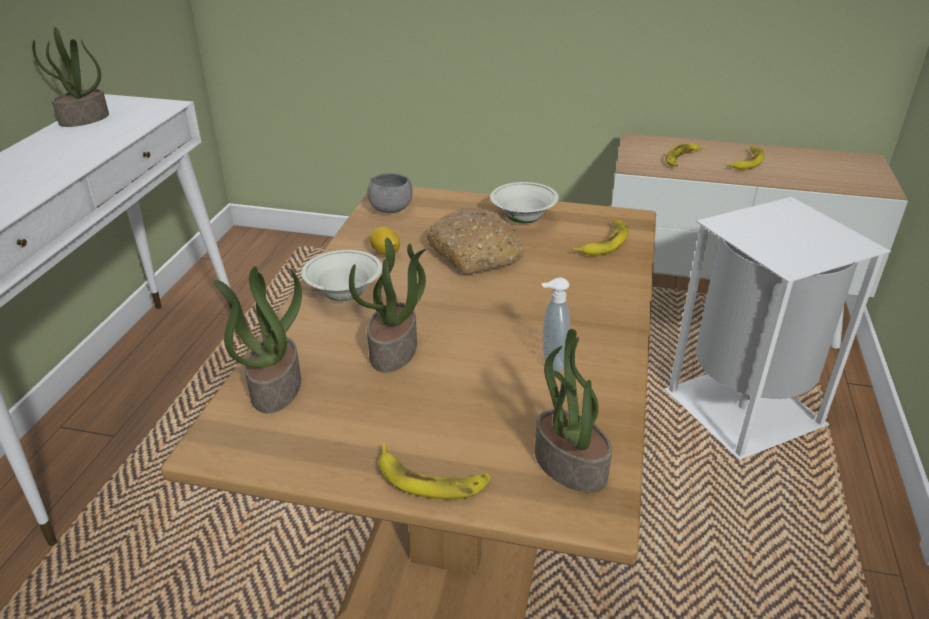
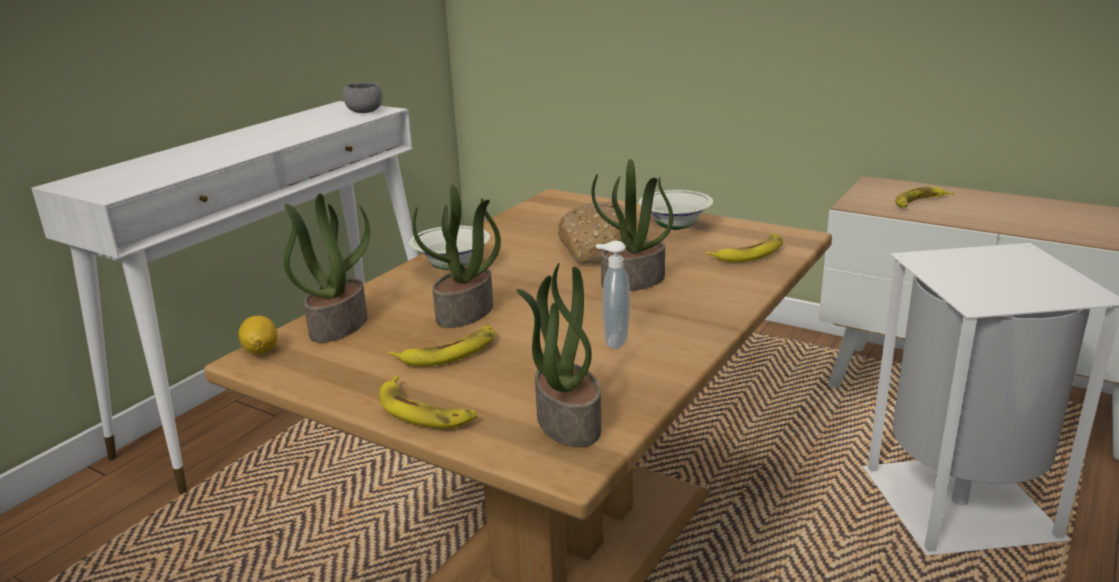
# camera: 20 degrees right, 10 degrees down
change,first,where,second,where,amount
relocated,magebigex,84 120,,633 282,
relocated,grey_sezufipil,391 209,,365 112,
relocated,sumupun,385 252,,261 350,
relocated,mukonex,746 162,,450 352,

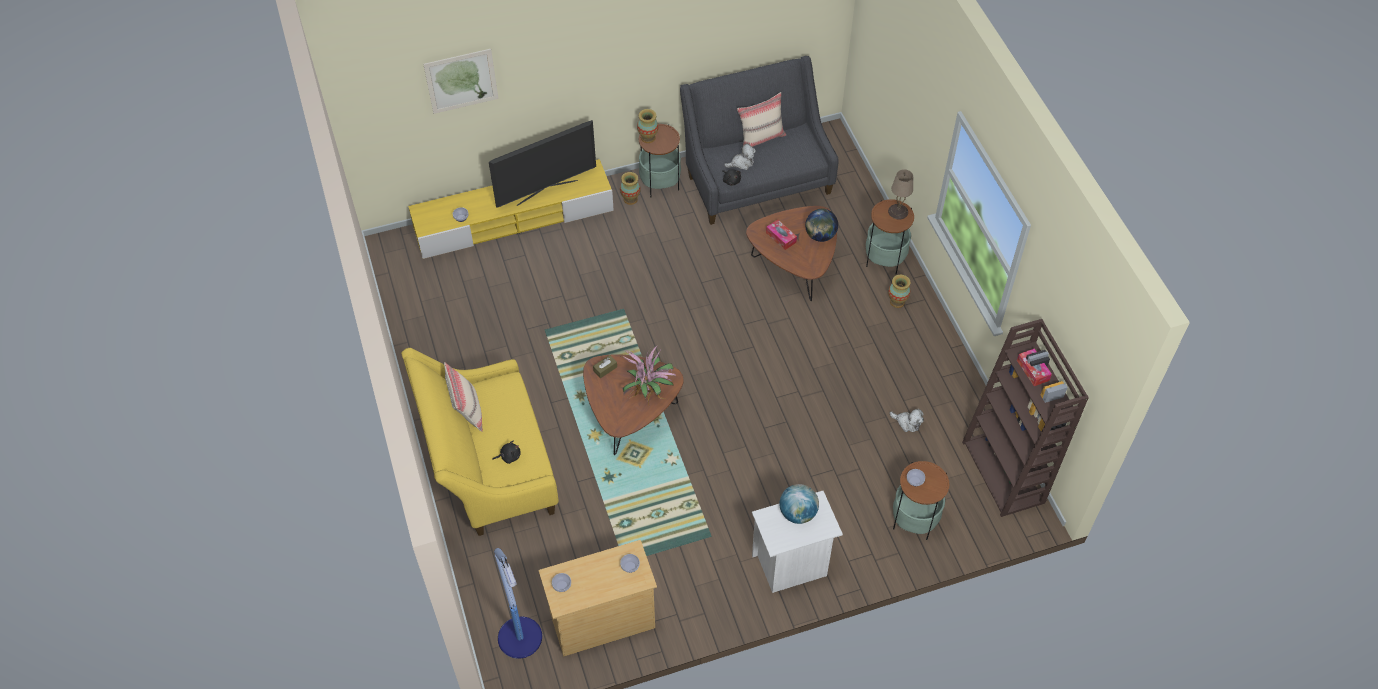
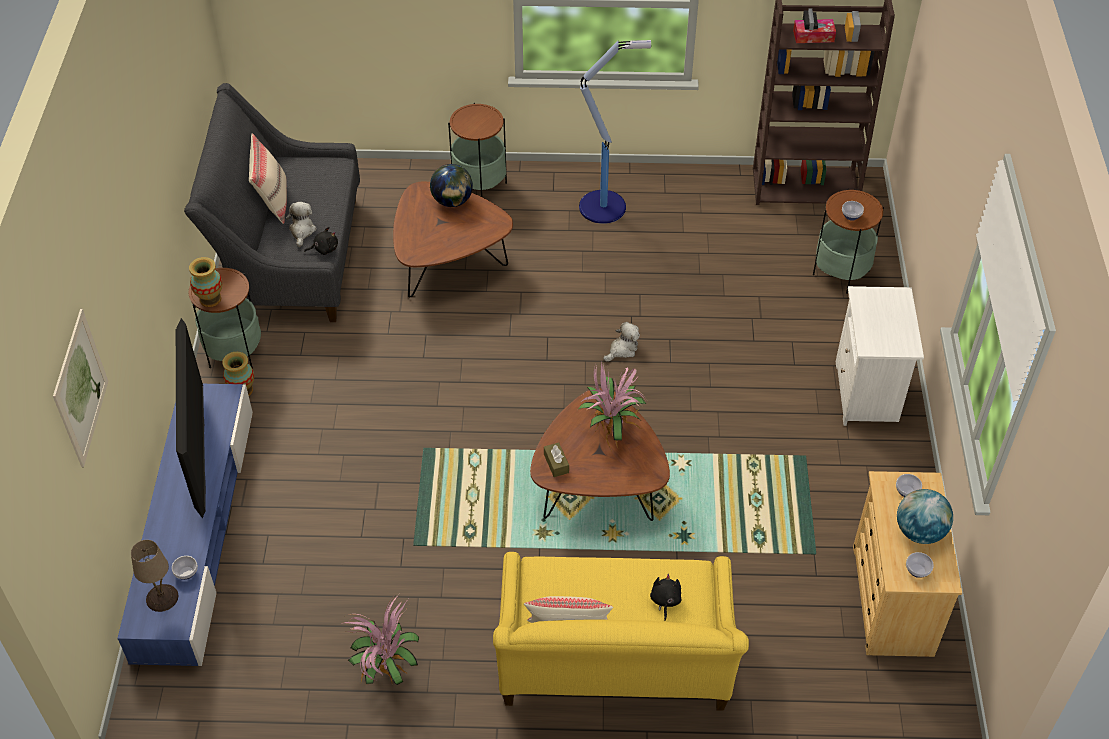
# camera: 70 degrees left, 5 degrees down
change,first,where,second,where,amount
missing,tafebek,781 237,,,
missing,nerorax,897 302,,,
appeared,,,magebigex,385 669,
relocated,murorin,521 639,,604 206,
relocated,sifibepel,798 513,,919 531,
relocated,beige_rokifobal,898 211,,162 597,
relocated,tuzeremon,907 423,,622 349,
colour,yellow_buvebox,514 219,blue_buvebox,195 531,

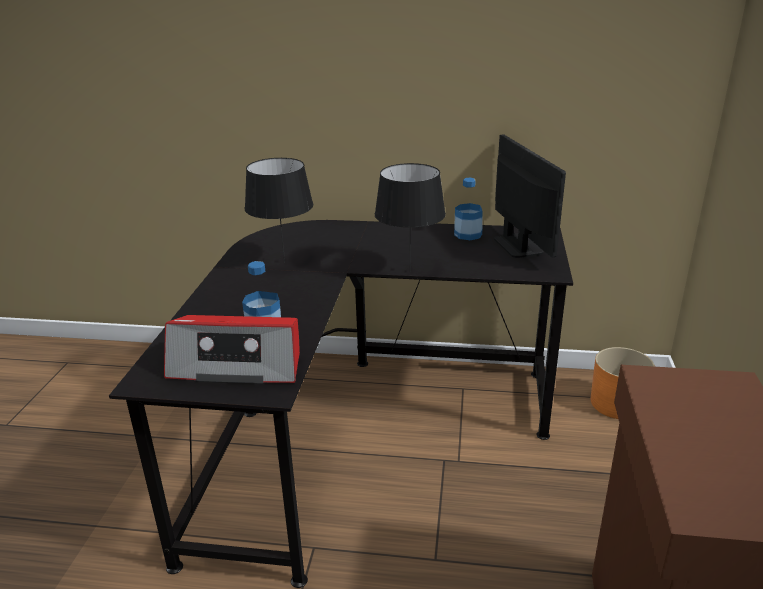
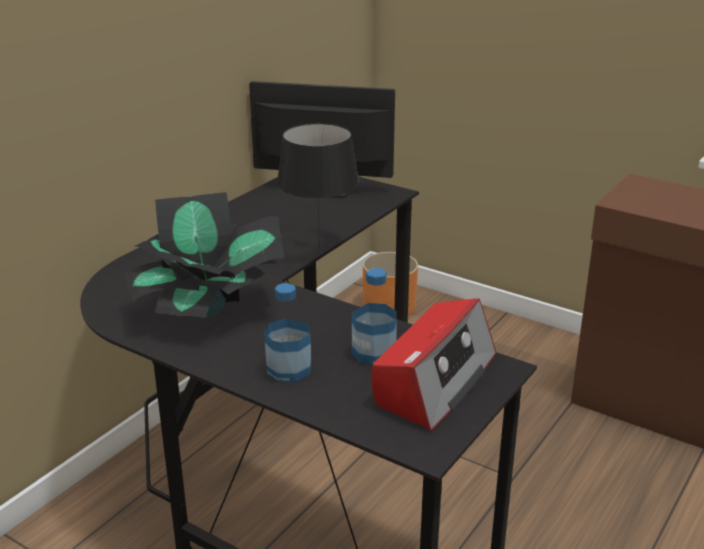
# camera: 65 degrees left, 0 degrees up
change,first,where,second,where,amount
relocated,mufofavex,468 234,,289 369,
exchanged,black_rokifobal,283 262,magebigex,208 310,

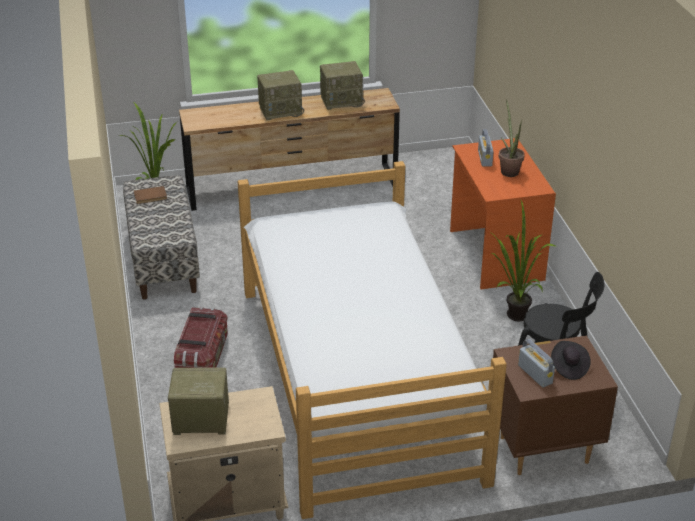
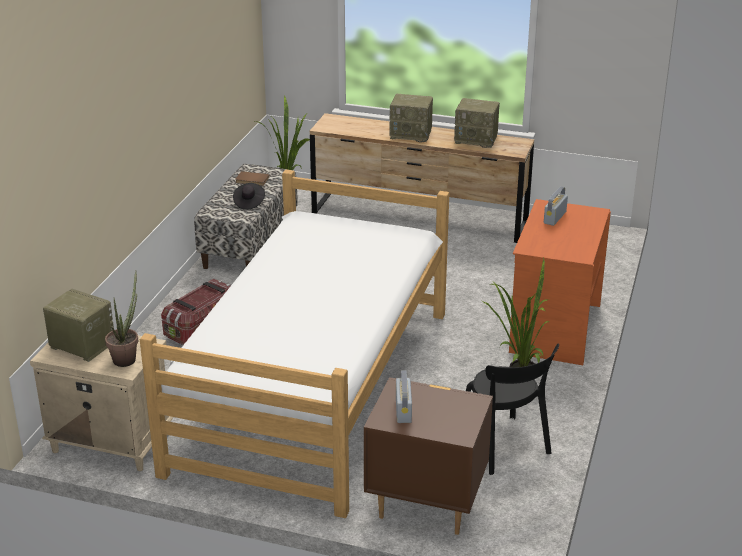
# camera: 30 degrees right, 5 degrees down
change,first,where,second,where,amount
relocated,magebigex,508 170,,127 357,
relocated,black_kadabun,568 367,,249 203,

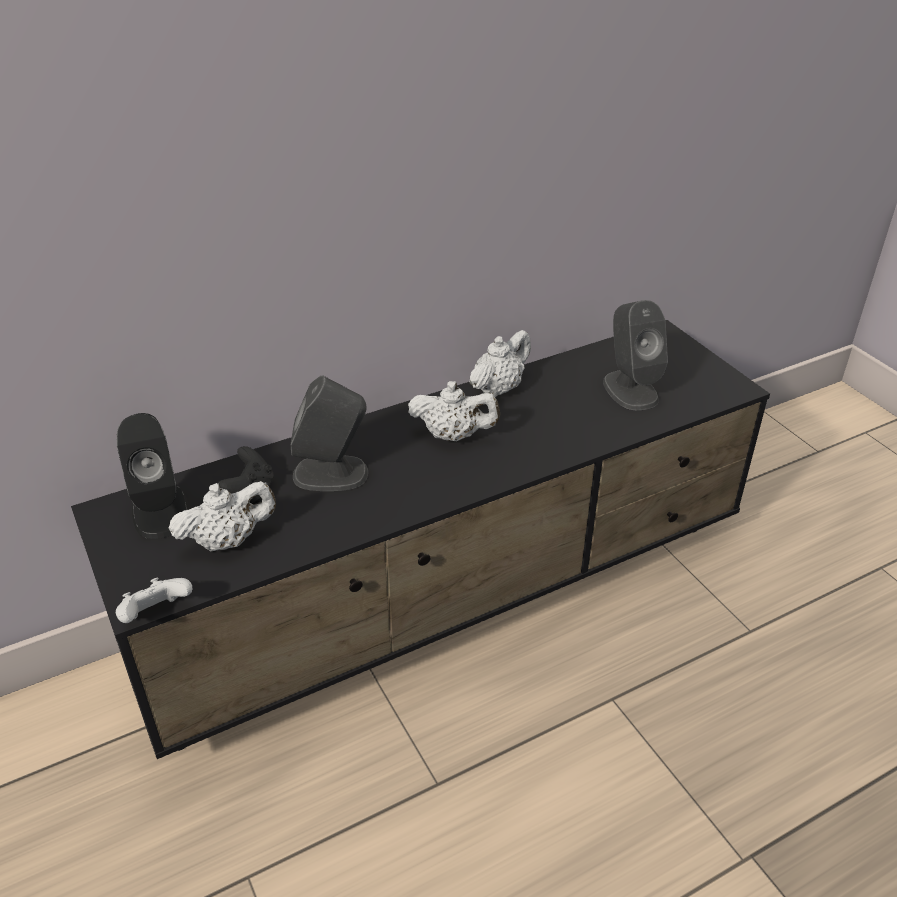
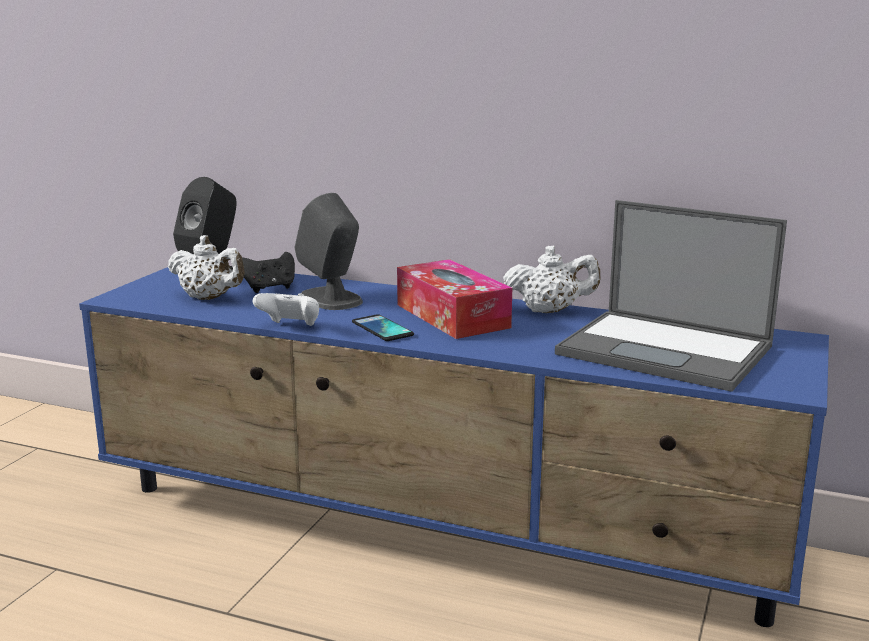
# camera: 50 degrees right, 20 degrees down
change,first,where,second,where,amount
appeared,,,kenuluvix,382 329,
relocated,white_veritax,156 615,,290 327,
exchanged,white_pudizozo,453 436,tafebek,452 316,
exchanged,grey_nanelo,630 390,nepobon,667 350,
colour,black_buvebox,451 600,blue_buvebox,438 529,

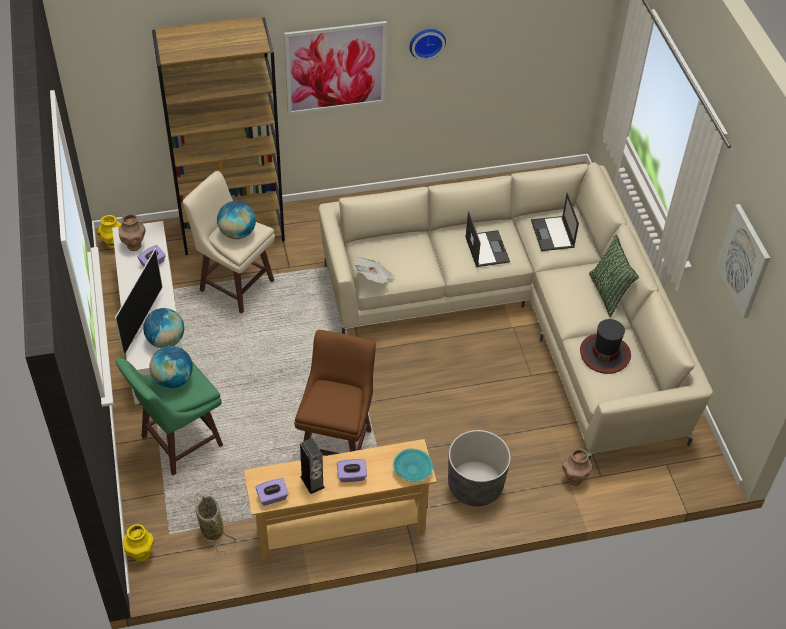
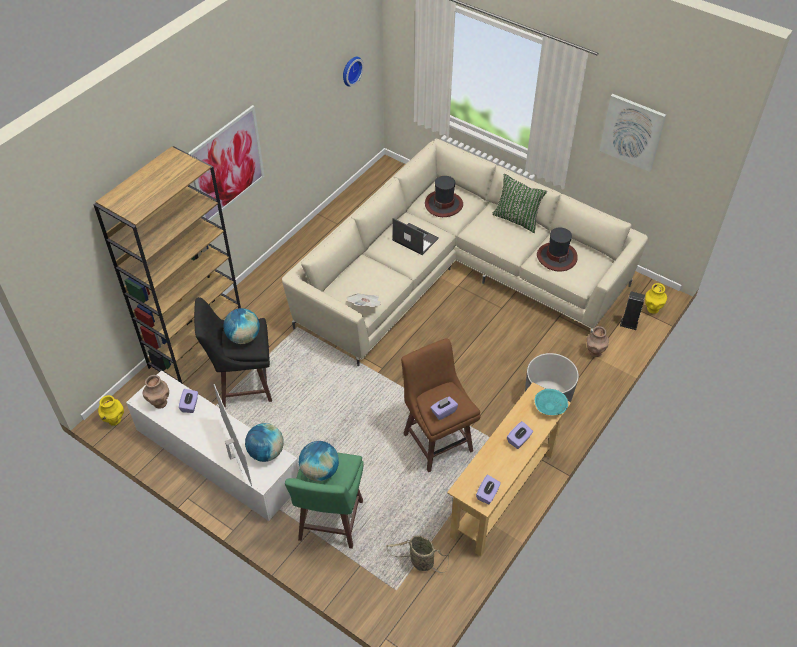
# camera: 40 degrees left, 0 degrees up
change,first,where,second,where,amount
appeared,,,purple_tafebek,443 412,
relocated,yellow_nerorax,141 554,,652 309,
relocated,nanelo,312 482,,628 324,
relocated,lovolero,426 42,,350 70,
exchanged,nepobon,553 234,kadabun,444 204,
colour,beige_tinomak,235 284,black_tinomak,244 384,

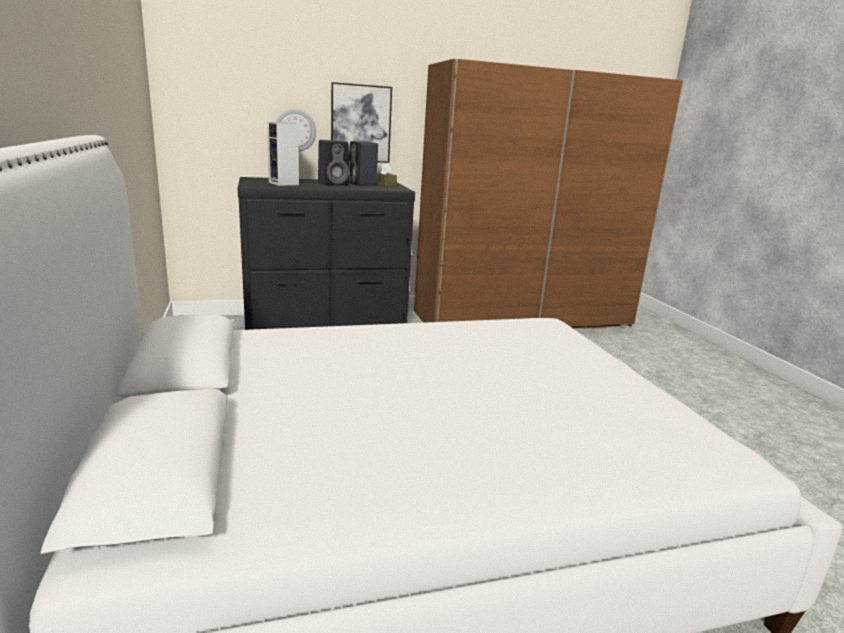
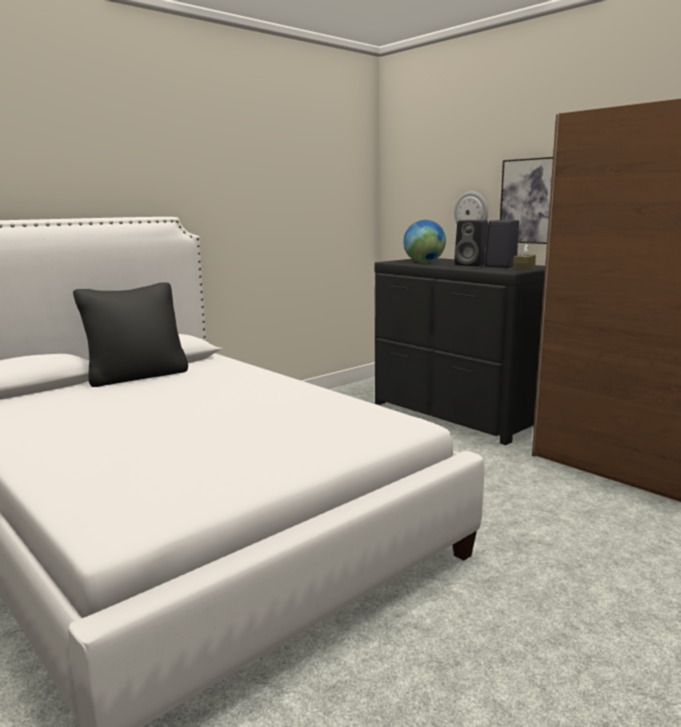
# camera: 65 degrees right, 5 degrees down
change,first,where,second,where,amount
appeared,,,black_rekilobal,137 376,
exchanged,nanelo,284 184,sifibepel,424 262,

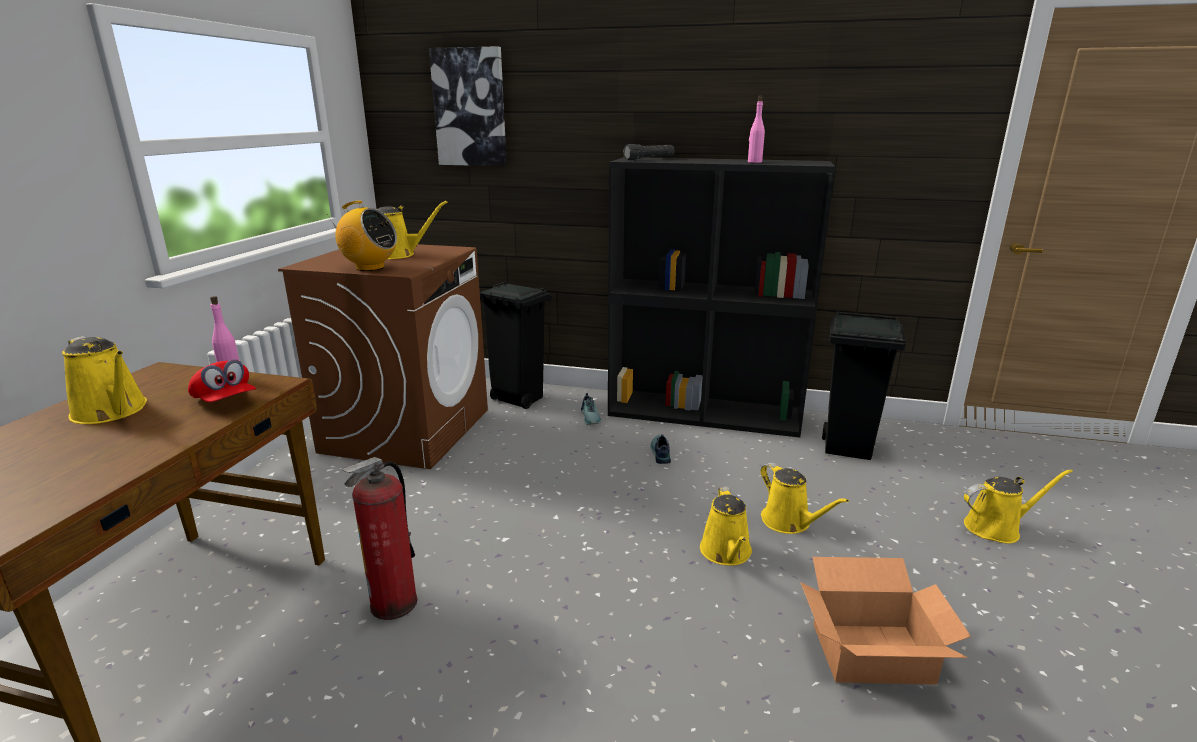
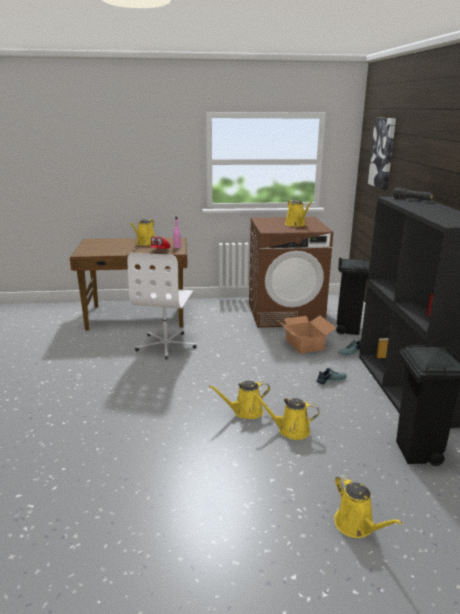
# camera: 70 degrees right, 0 degrees up
change,first,where,second,where,amount
missing,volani,369 268,,,
missing,pink_mufofavex,754 162,,,
relocated,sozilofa,873 654,,304 345,
exchanged,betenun,394 604,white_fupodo,166 345,
spun,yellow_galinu,789 522,,290 430,60 degrees clockwise

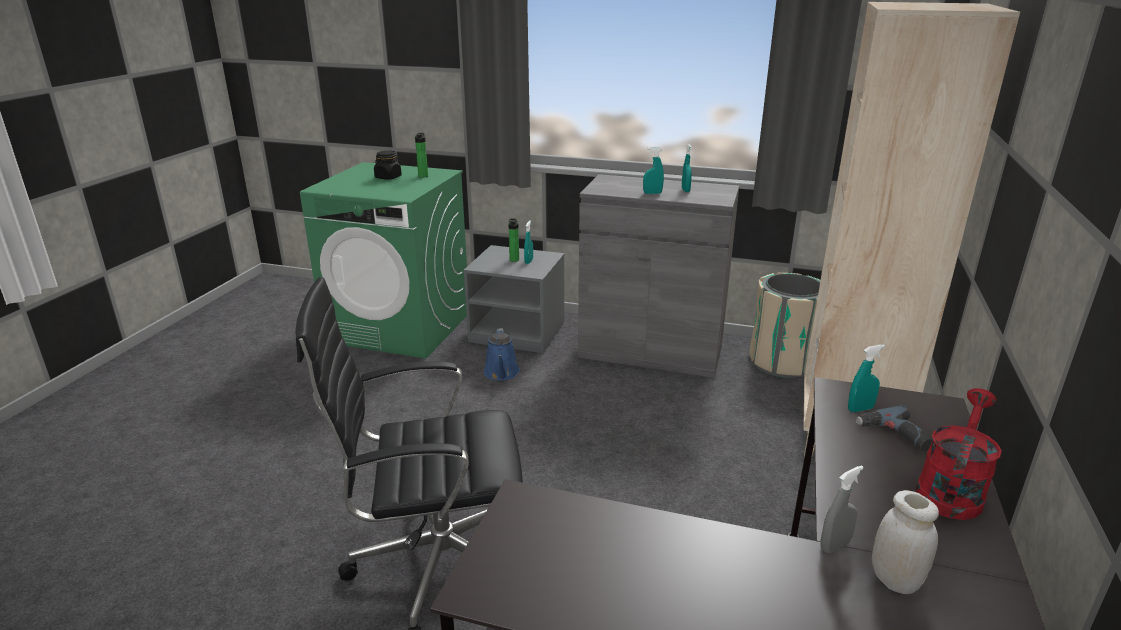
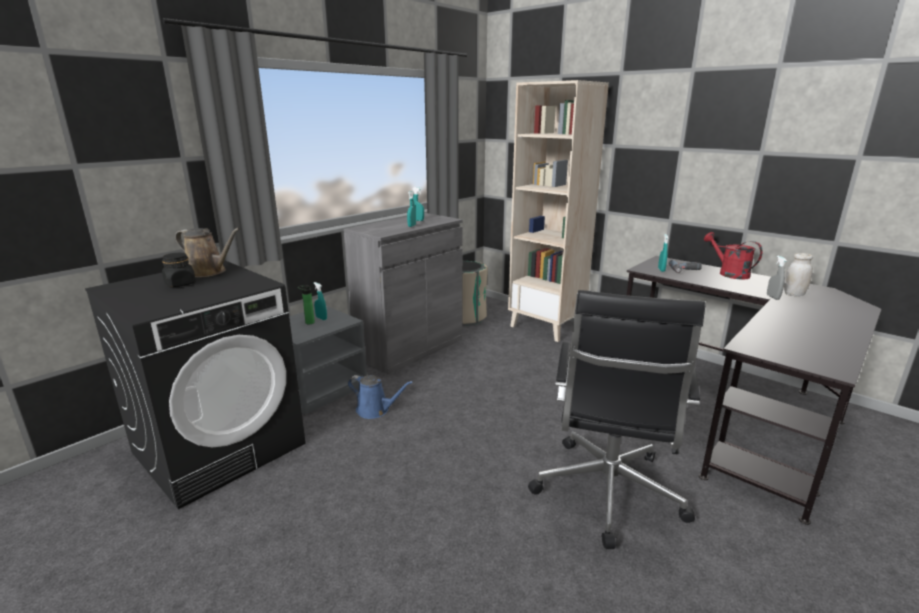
# camera: 65 degrees left, 5 degrees down
change,first,where,second,where,amount
exchanged,mufofavex,423 175,brown_galinu,208 272,
colour,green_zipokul,400 327,black_zipokul,220 447,

